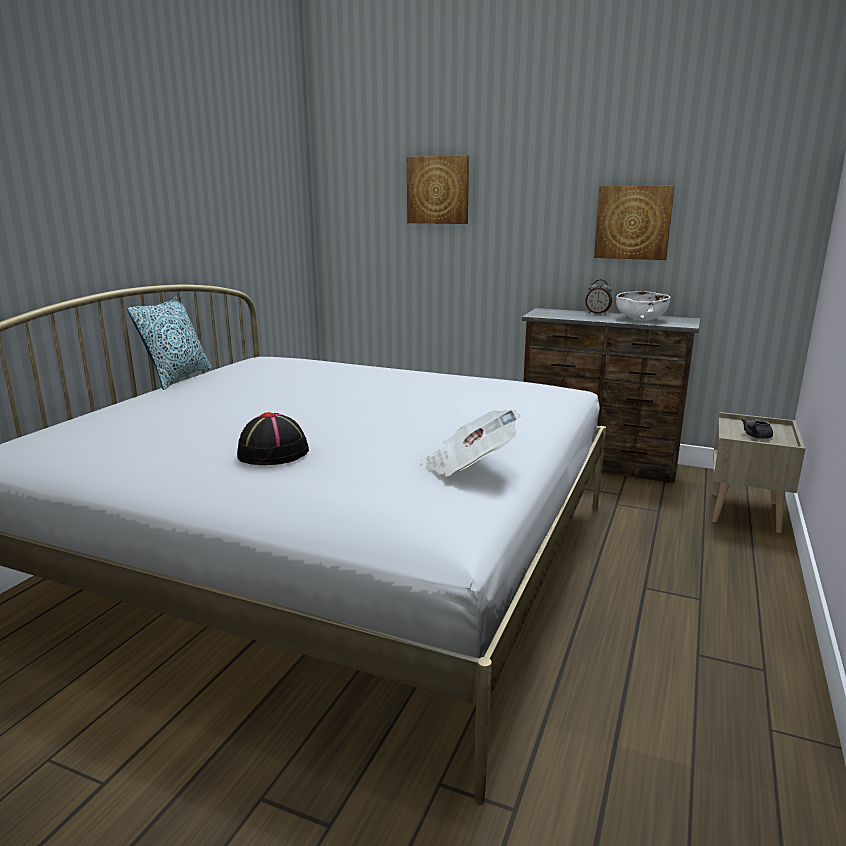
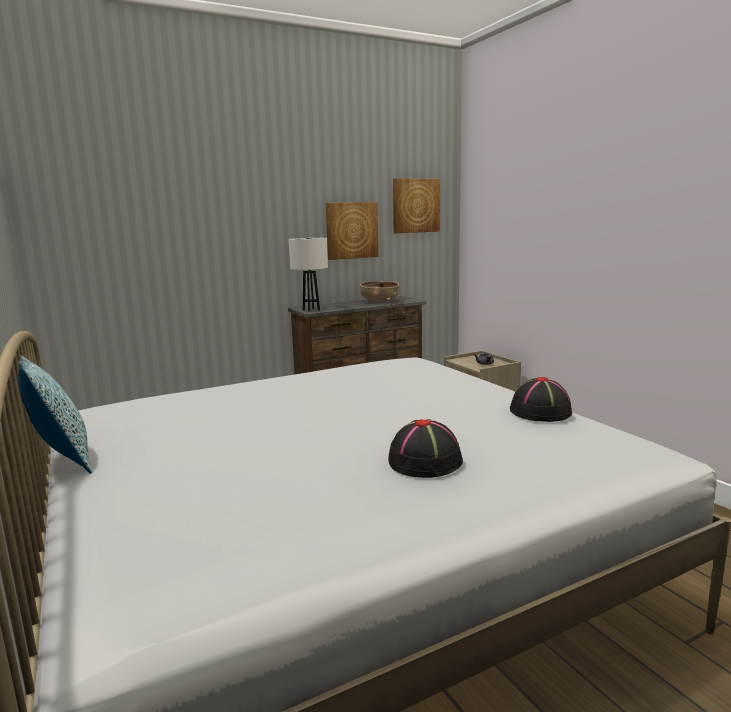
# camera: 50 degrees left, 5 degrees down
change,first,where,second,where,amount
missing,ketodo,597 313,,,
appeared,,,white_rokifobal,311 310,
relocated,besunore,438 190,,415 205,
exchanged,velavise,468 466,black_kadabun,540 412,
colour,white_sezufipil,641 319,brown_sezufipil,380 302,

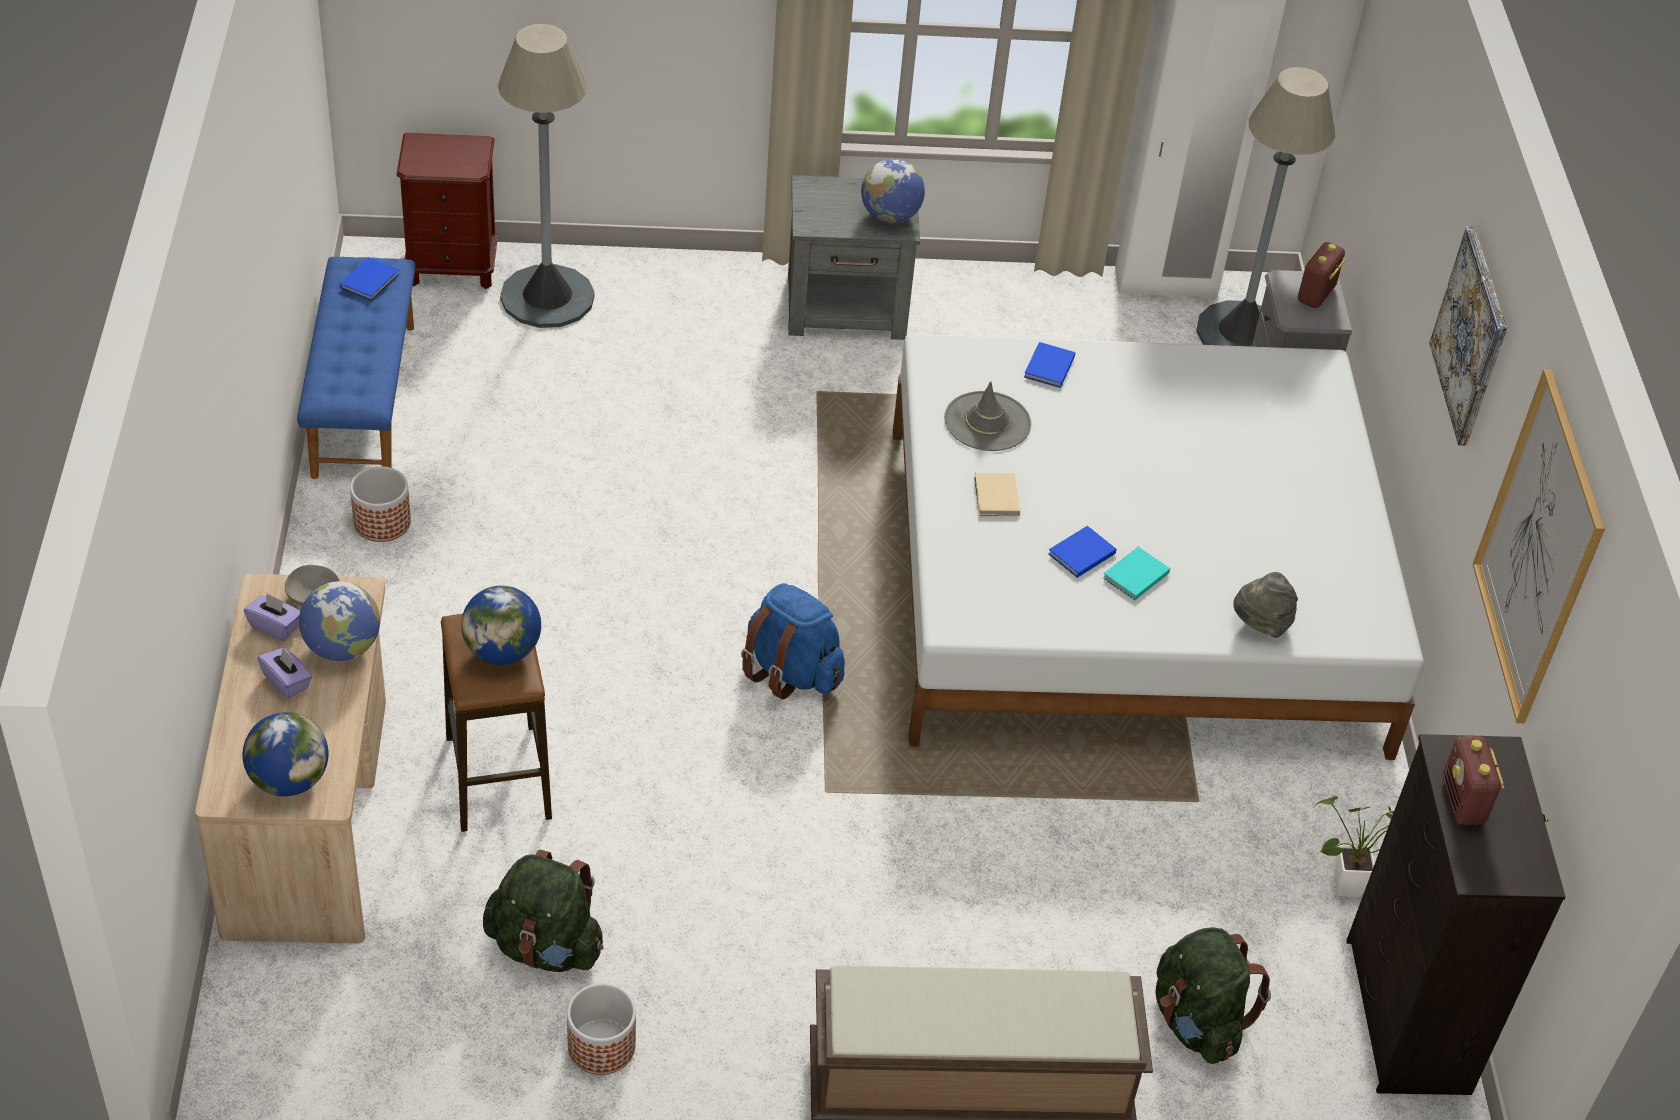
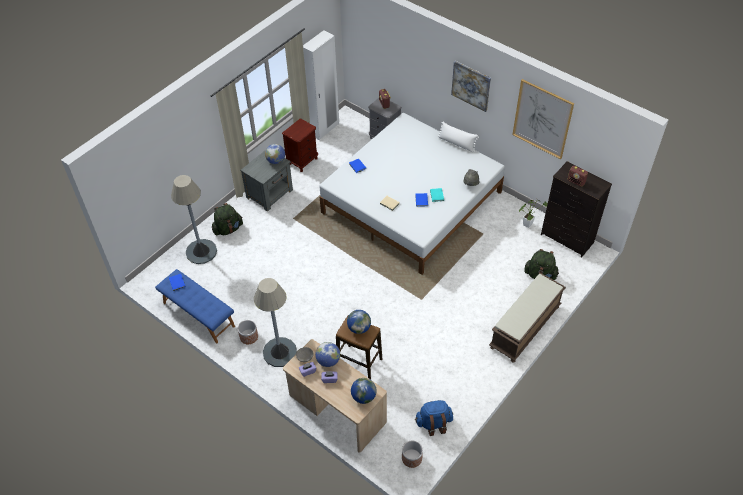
# camera: 45 degrees left, 5 degrees up
change,first,where,second,where,amount
missing,grey_kadabun,987 422,,,
appeared,,,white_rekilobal,456 143,
relocated,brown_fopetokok,452 267,,303 161,
relocated,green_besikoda,545 947,,228 229,
relocated,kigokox,601 1046,,411 458,
relocated,blue_besikoda,791 671,,434 423,
relocated,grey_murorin,1242 333,,280 352,

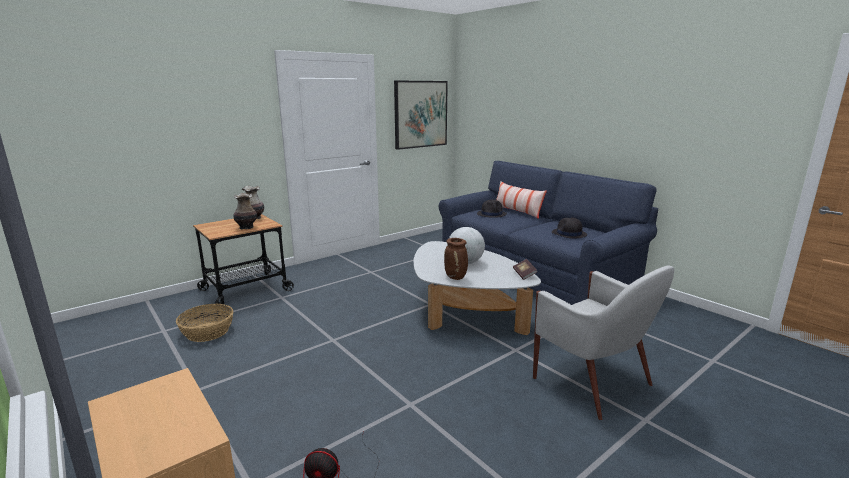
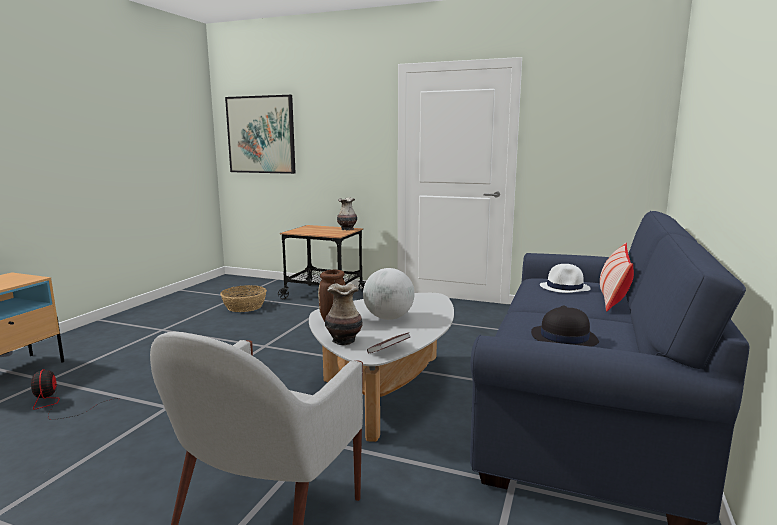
# camera: 60 degrees right, 5 degrees down
change,first,where,second,where,amount
relocated,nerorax,246 227,,343 341,
relocated,besunore,420 114,,261 135,
colour,black_kadabun,492 214,white_kadabun,565 287,

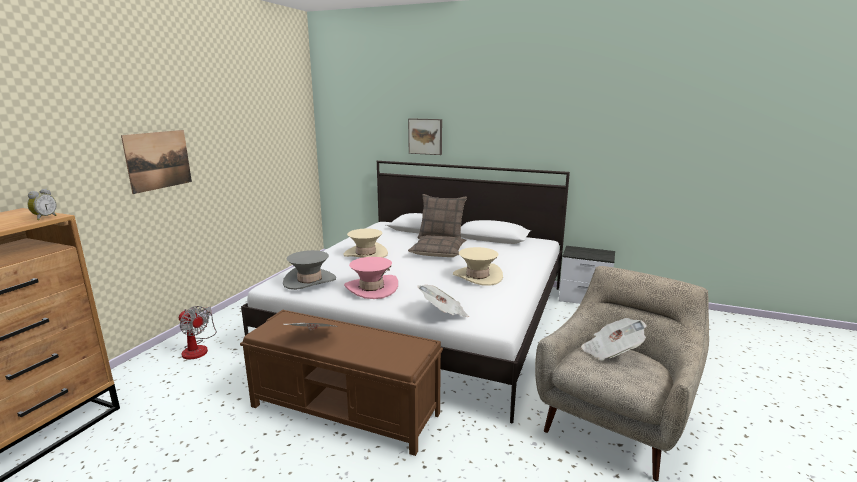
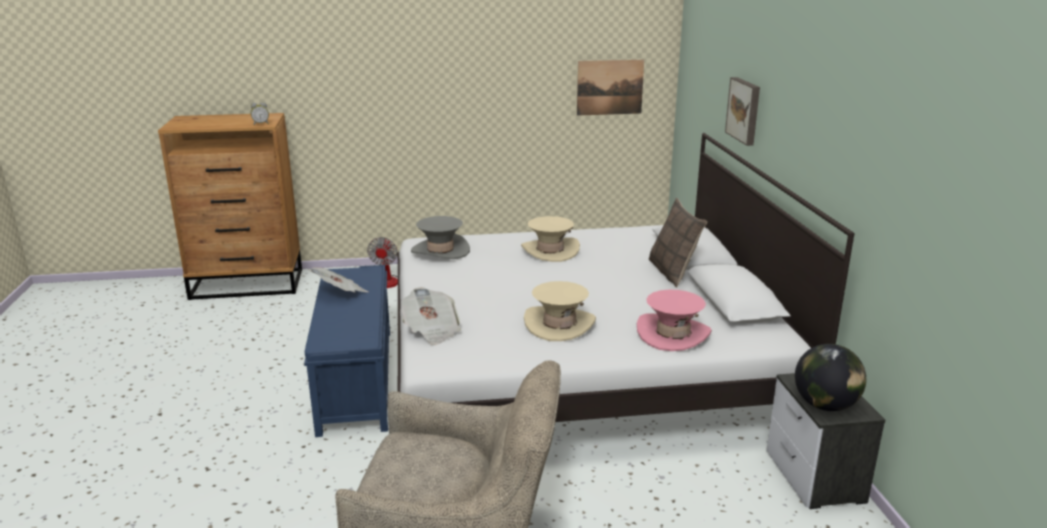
# camera: 60 degrees right, 5 degrees up
change,first,where,second,where,amount
missing,rekilobal,438 252,,,
missing,velavise,611 352,,,
appeared,,,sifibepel,825 405,
relocated,besunore,158 160,,610 87,
relocated,pink_kadabun,371 288,,673 334,
colour,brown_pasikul,345 410,blue_pasikul,356 380,

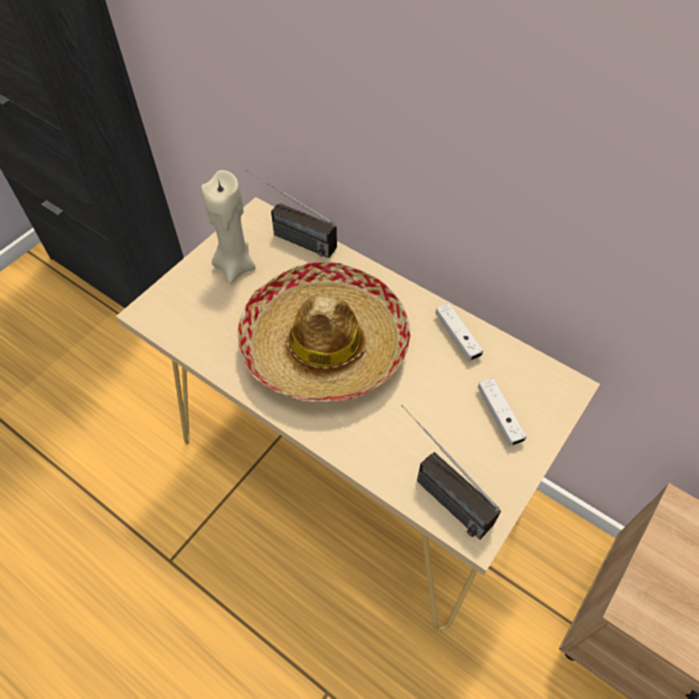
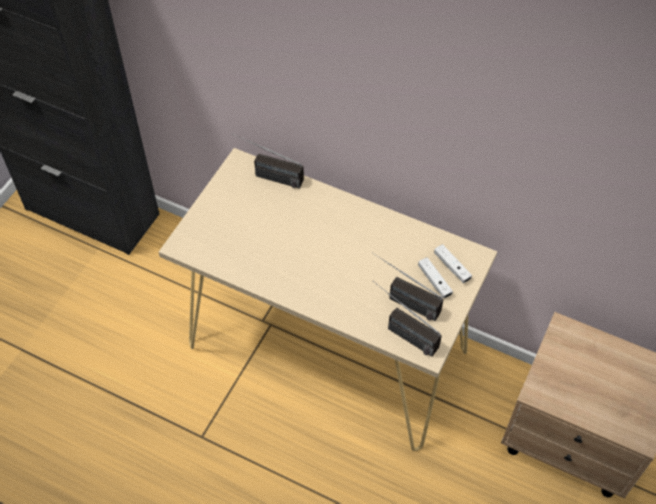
# camera: 10 degrees left, 0 degrees up
change,first,where,second,where,amount
missing,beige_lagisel,235 266,,,
missing,kadabun,325 345,,,
appeared,,,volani,401 300,
relocated,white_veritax,457 336,,452 267,

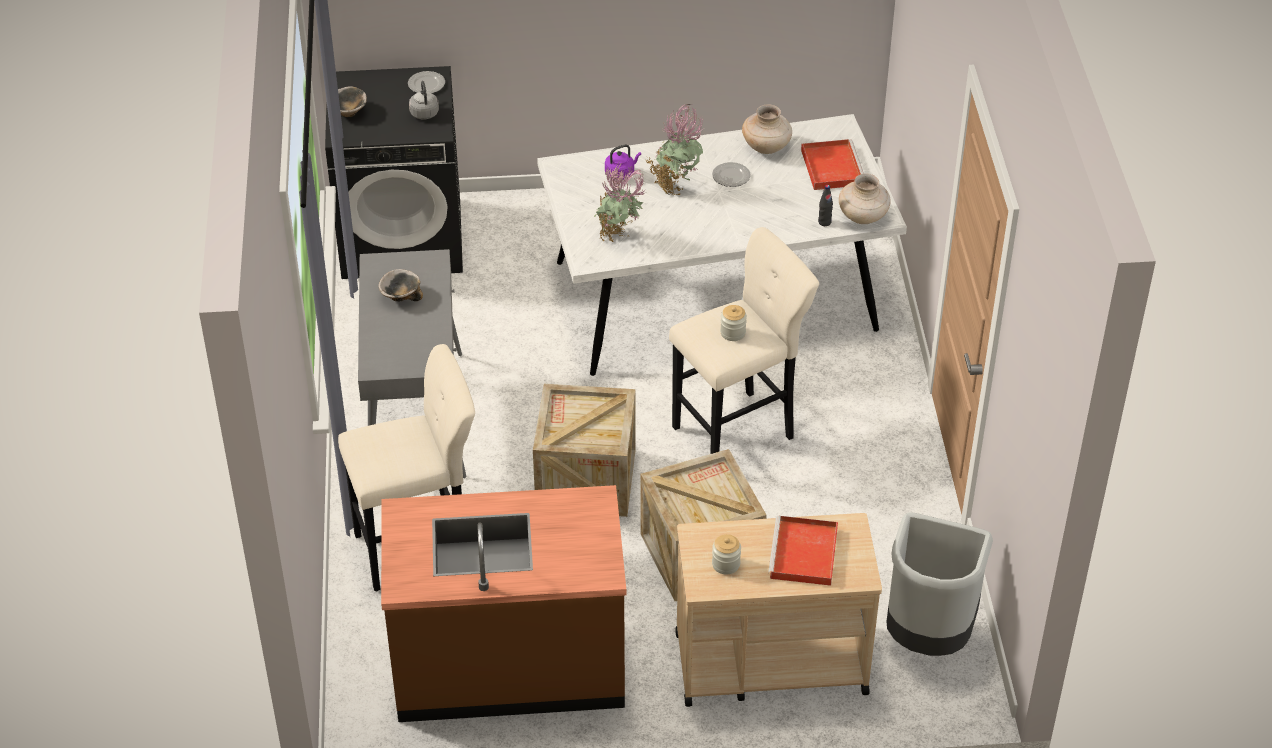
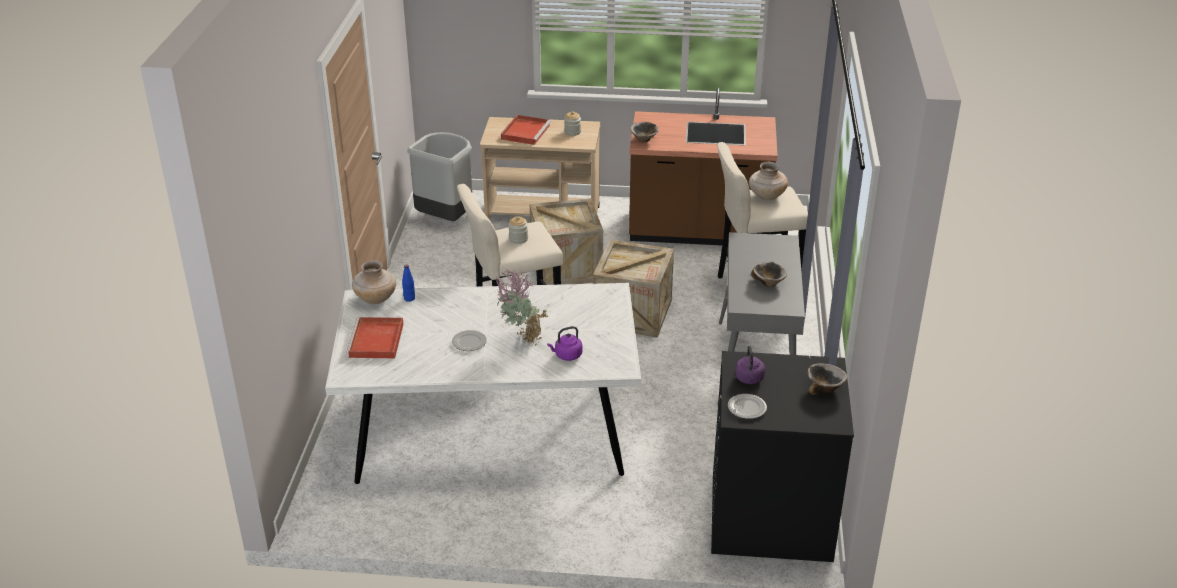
# camera: 170 degrees left, 10 degrees down
change,first,where,second,where,amount
missing,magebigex,619 237,,,
appeared,,,sezufipil,644 139,
relocated,beige_nerorax,766 147,,766 196,
colour,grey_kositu,424 112,purple_kositu,749 379,
colour,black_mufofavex,824 222,blue_mufofavex,409 298,

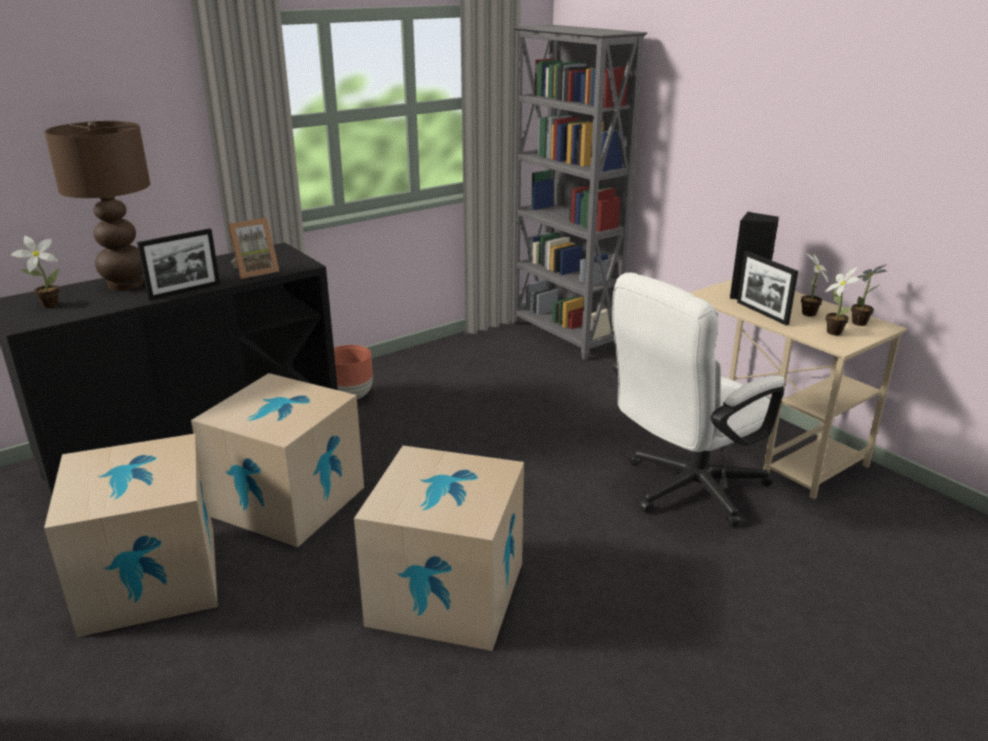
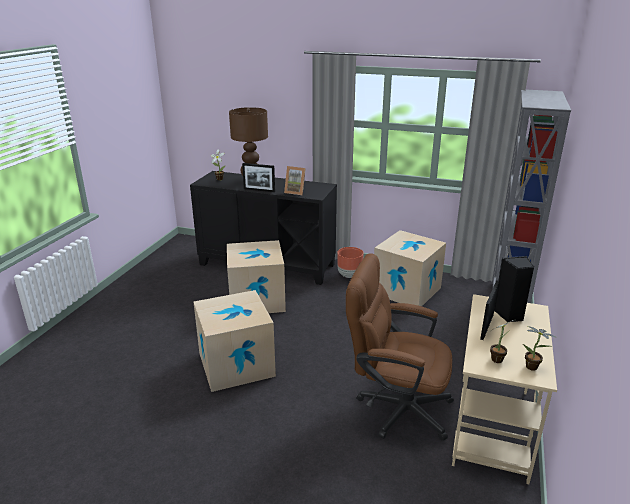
# camera: 55 degrees right, 0 degrees up
change,first,where,second,where,amount
missing,magebigex,807 314,,,
relocated,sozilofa,151 579,,406 290,
colour,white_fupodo,684 490,brown_fupodo,395 407,

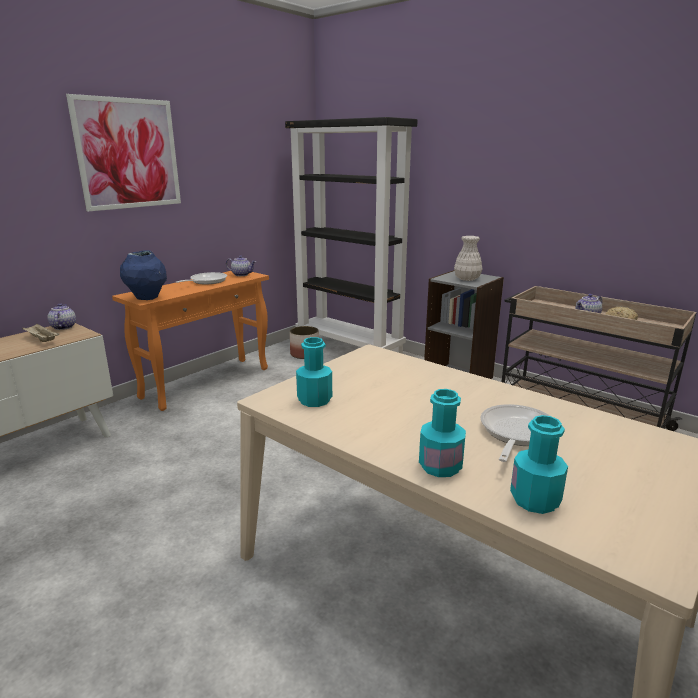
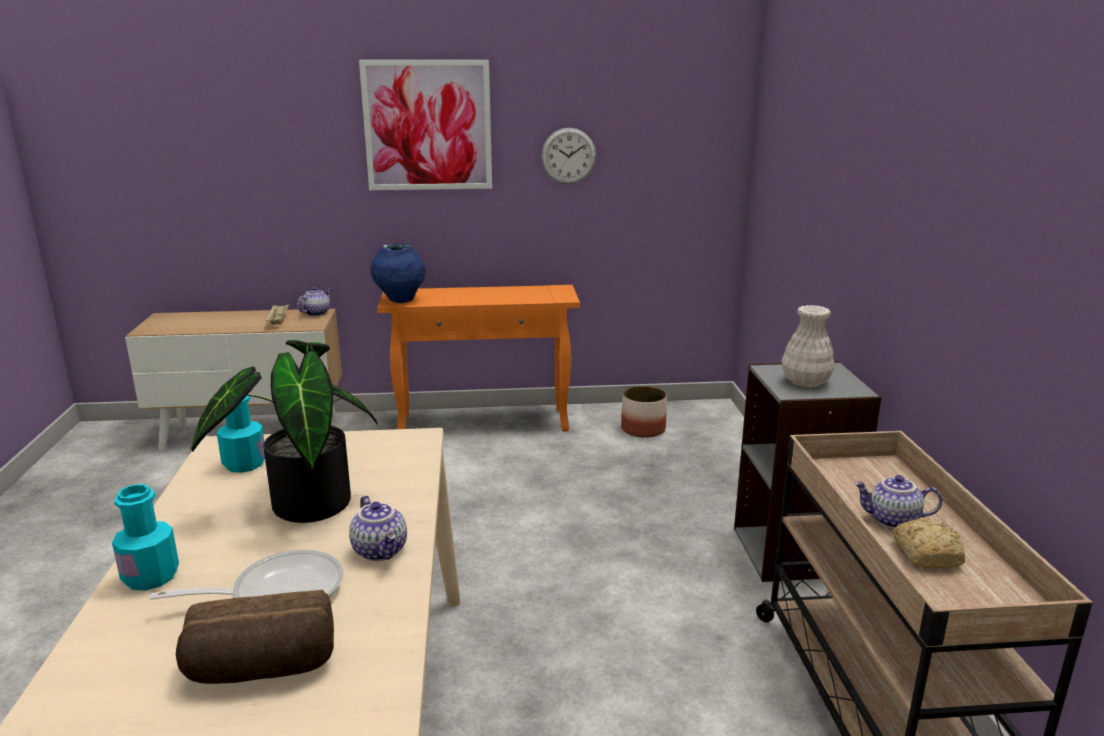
# camera: 45 degrees right, 0 degrees up
change,first,where,second,where,amount
missing,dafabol,206 281,,,
missing,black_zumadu,350 346,,,
missing,turquoise_mufofavex,535 500,,,
appeared,,,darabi,261 669,
appeared,,,magebigex,303 502,
appeared,,,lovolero,568 156,
relocated,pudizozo,242 274,,381 550,

